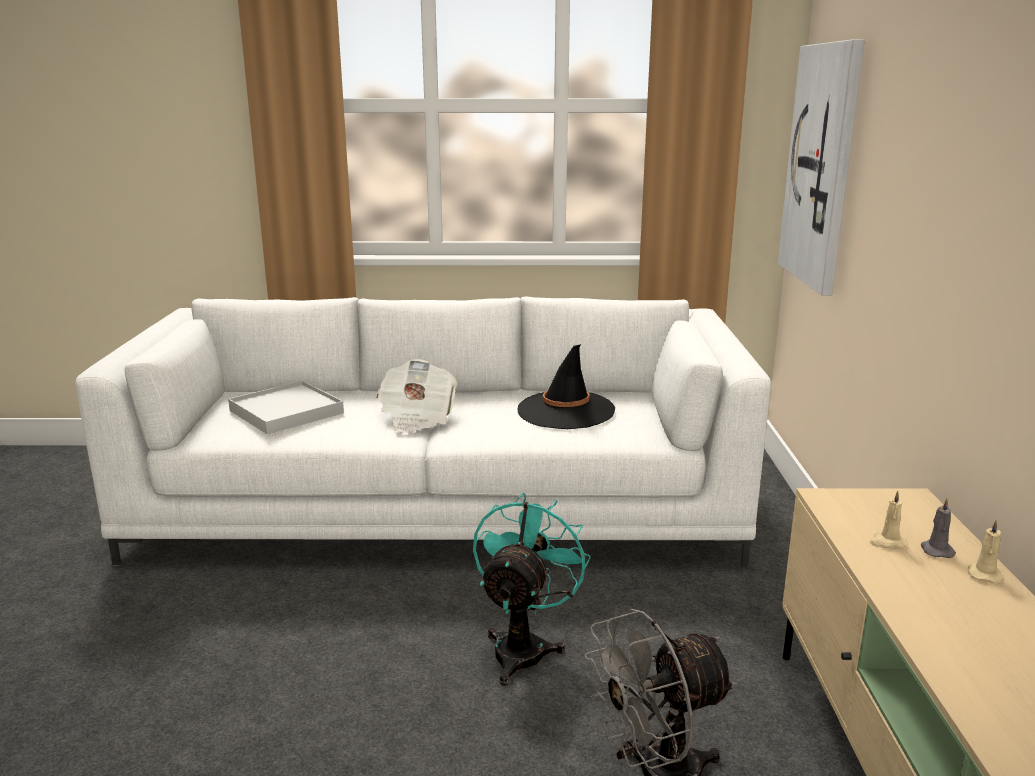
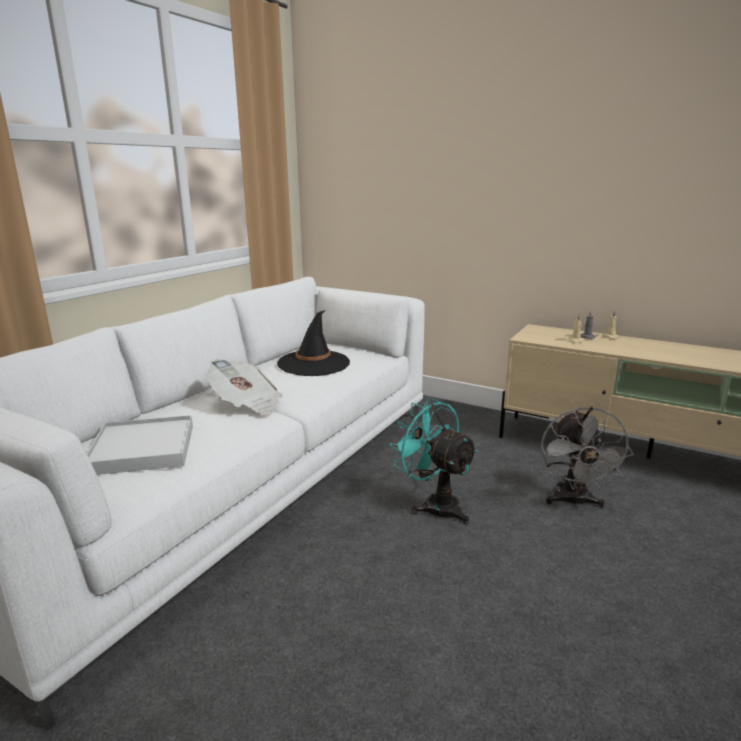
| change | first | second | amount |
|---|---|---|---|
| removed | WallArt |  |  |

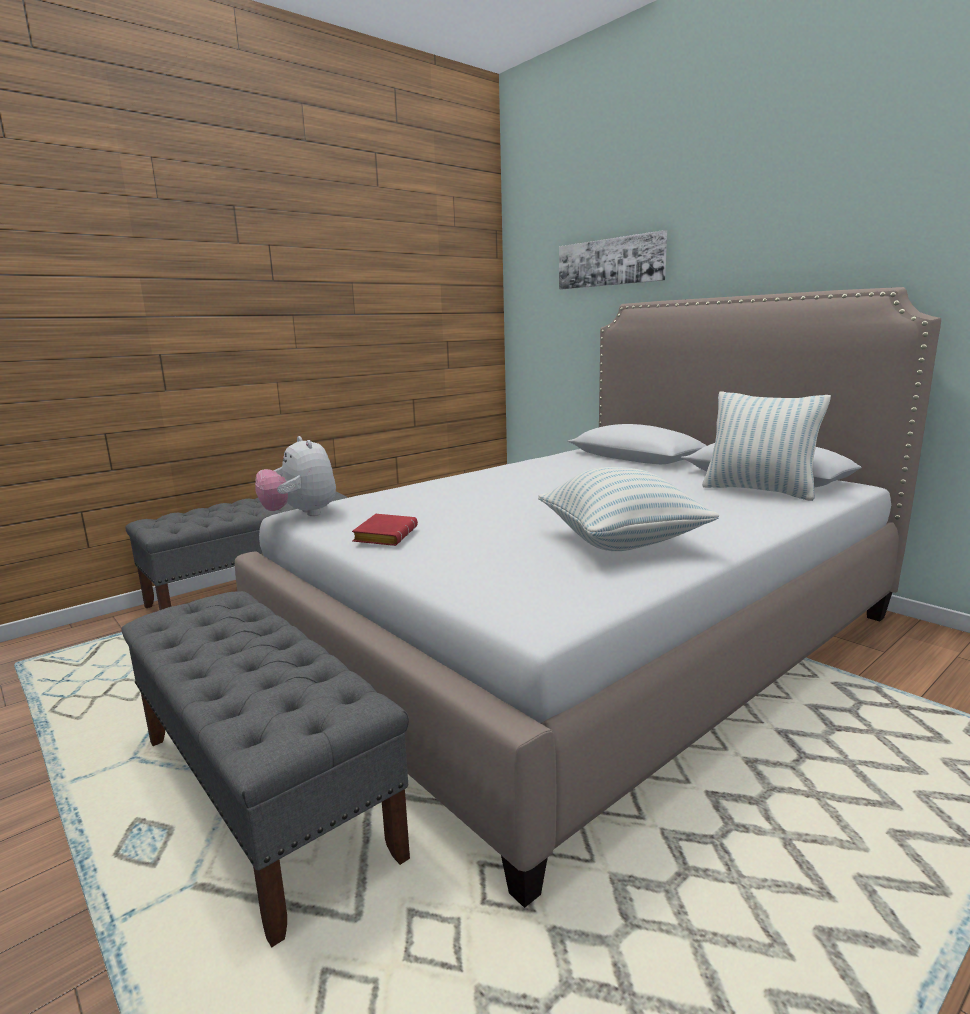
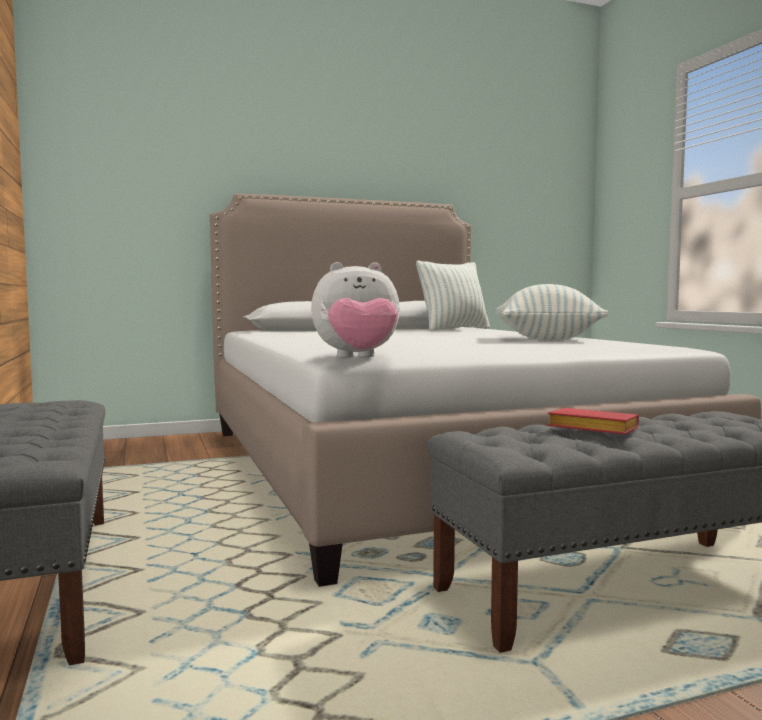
| change | first | second | amount |
|---|---|---|---|
| moved | RedColouredVolume |  |  |
| removed | WallArt |  |  |

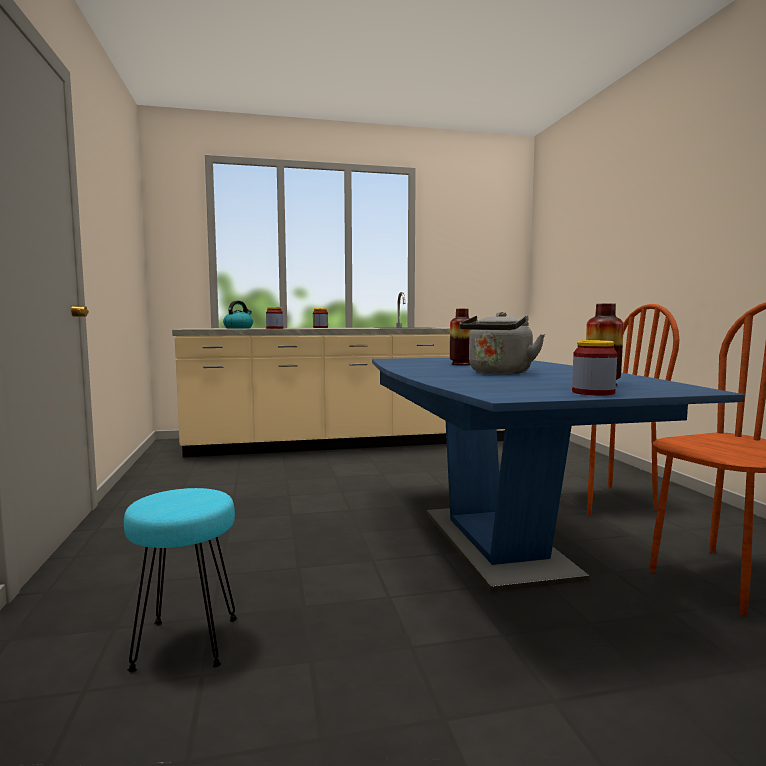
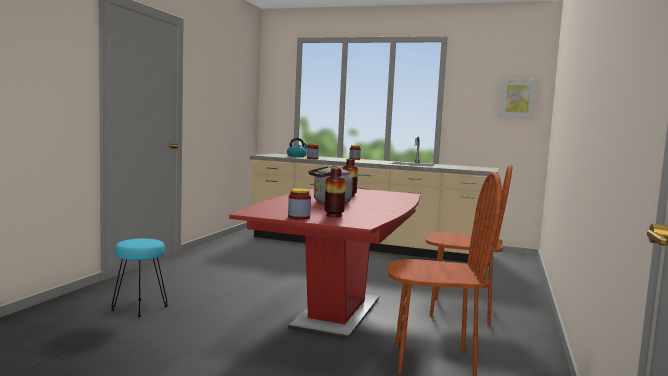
| change | first | second | amount |
|---|---|---|---|
| recoloured | BlueColouredDiningTable | RedColouredDiningTable |  |
| added |  | WallArt |  |

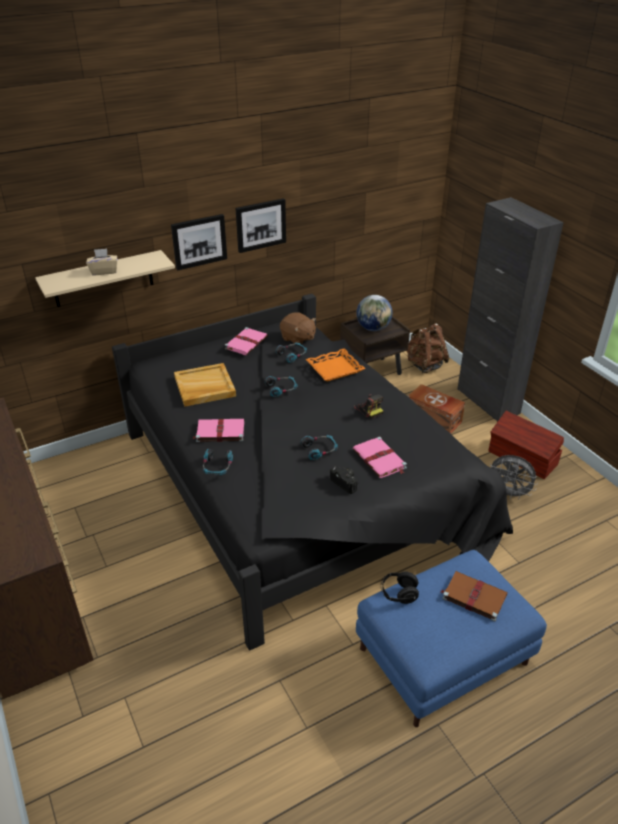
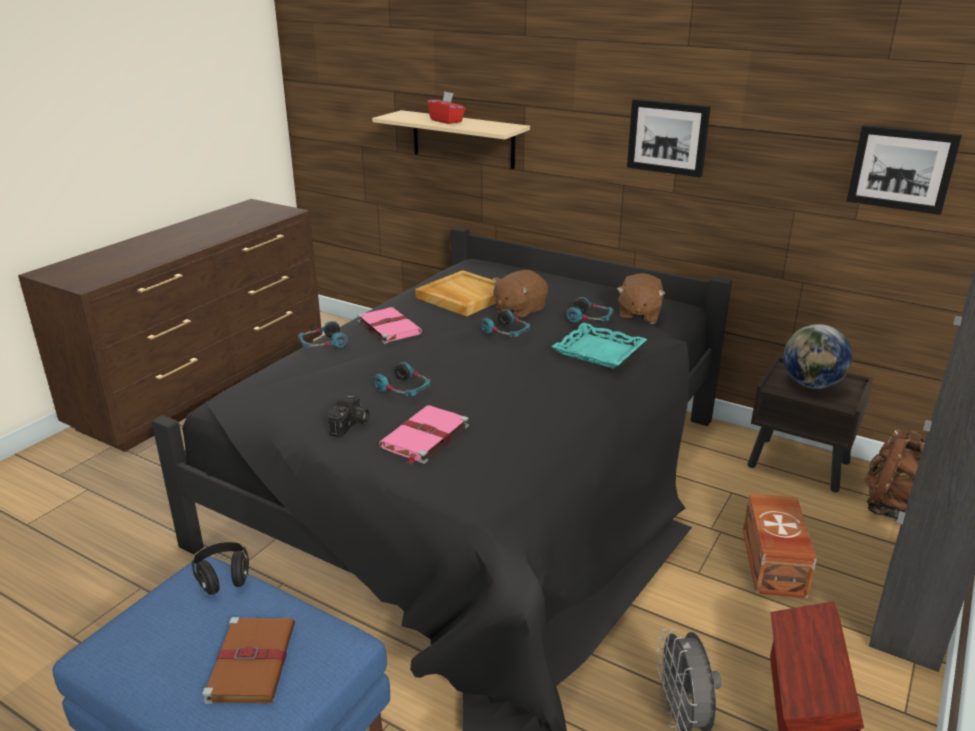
| change | first | second | amount |
|---|---|---|---|
| recoloured | BeigeTissueHolder | RedColouredTissueHolder |  |
| added |  | BrownCuddlyToy (1st from left) |  |
| recoloured | OrangeColouredCarryingTray | BlueGreenCarryingTray |  |
| moved | WallArt (1st from left in the first image) | WallArt (2nd from left) |  |
| removed | PinkishVolume (2nd from left) |  |  |
| removed | PhotoCamera (2nd from left) |  |  |

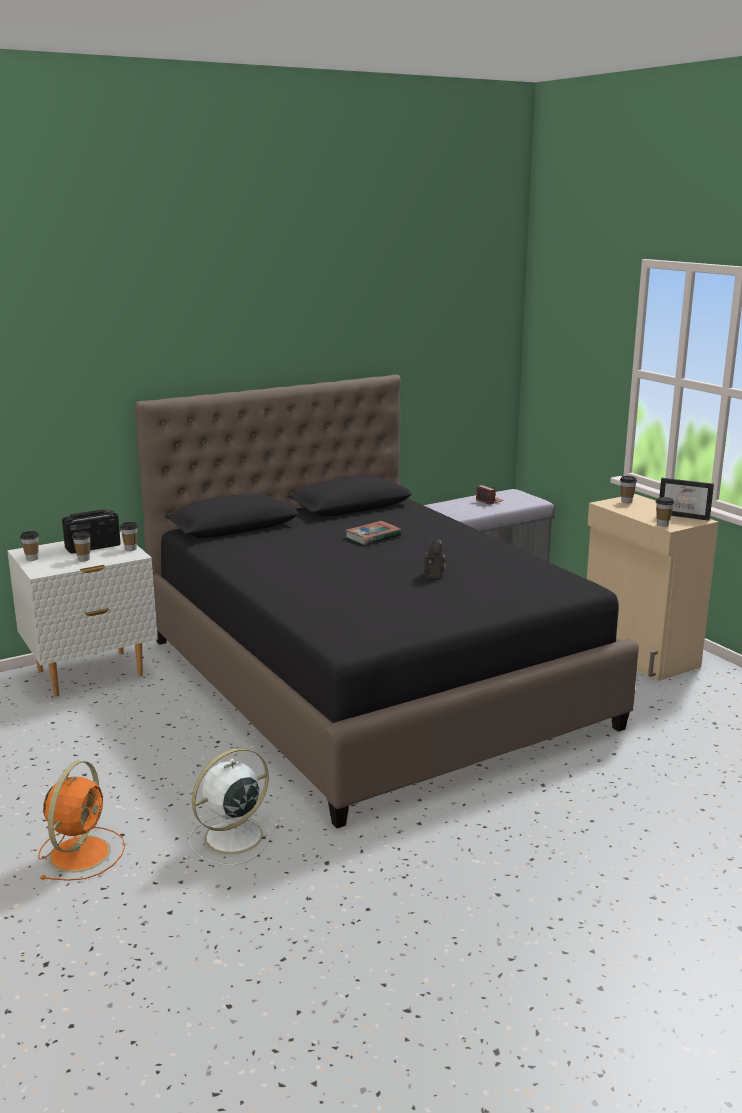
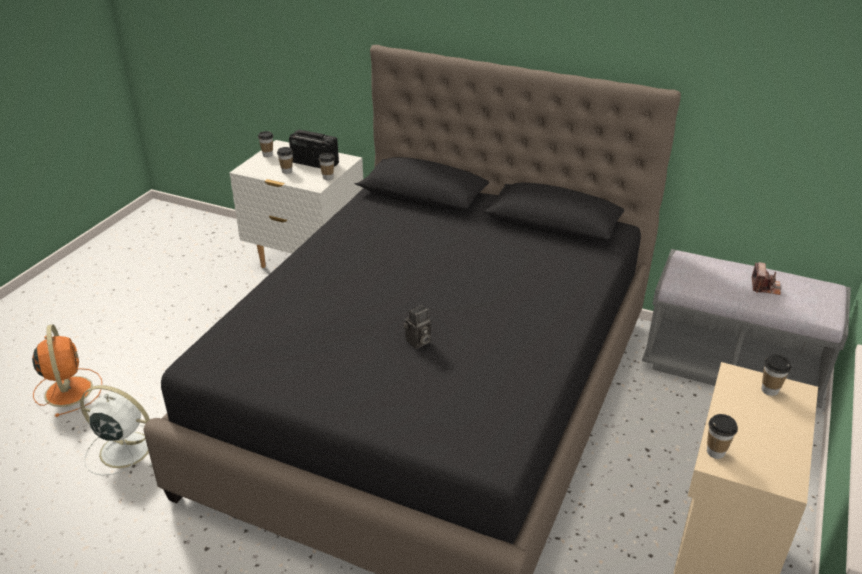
| change | first | second | amount |
|---|---|---|---|
| turned | OrangeColouredElectricFan |  | 90 degrees counterclockwise |
| removed | Volume |  |  |
| removed | PhotoFrame |  |  |

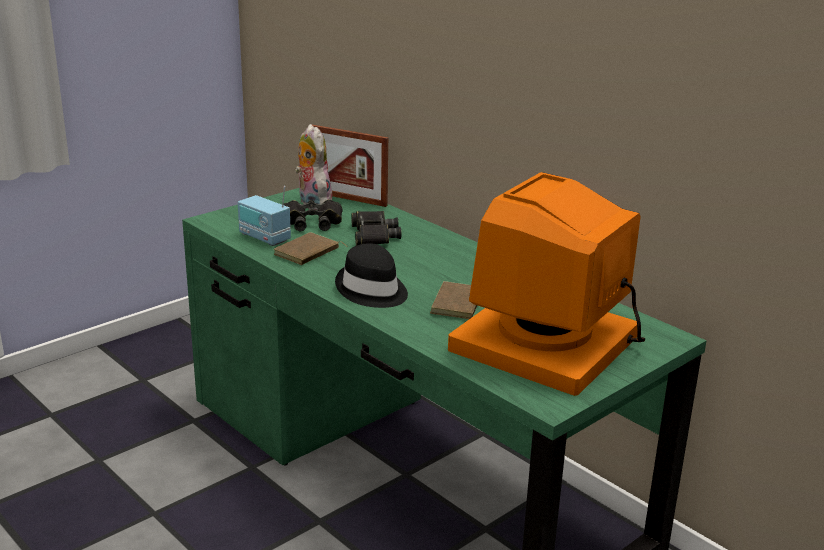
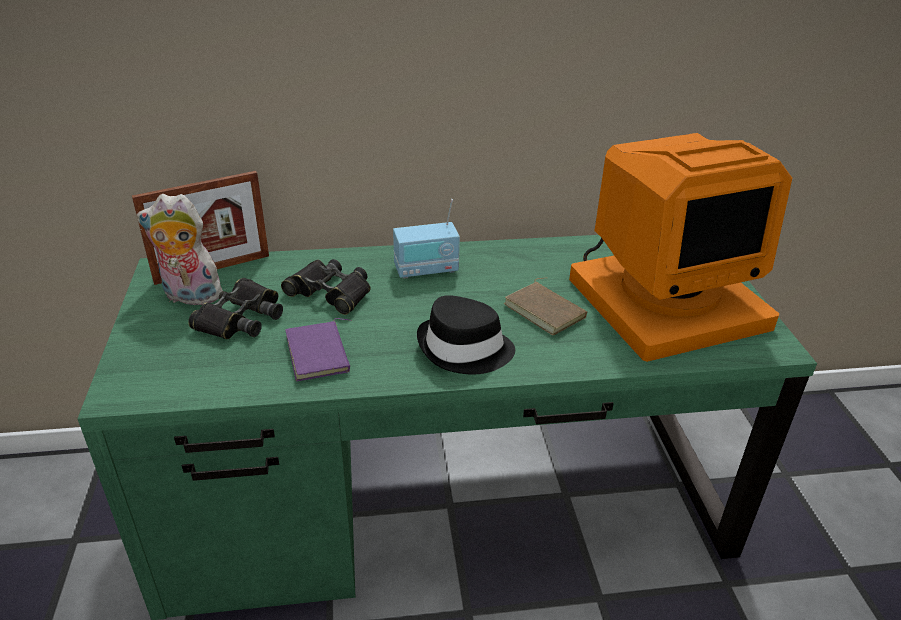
| change | first | second | amount |
|---|---|---|---|
| recoloured | BrownVolume (1st from left) | PurplishVolume |  |
| moved | RadioSet |  |  |
| turned | Monitor |  | 90 degrees counterclockwise |

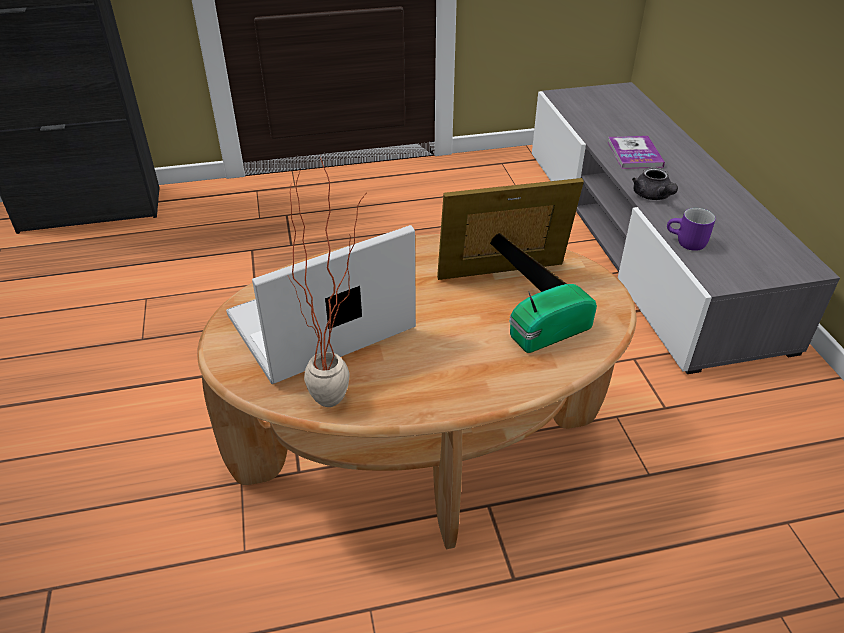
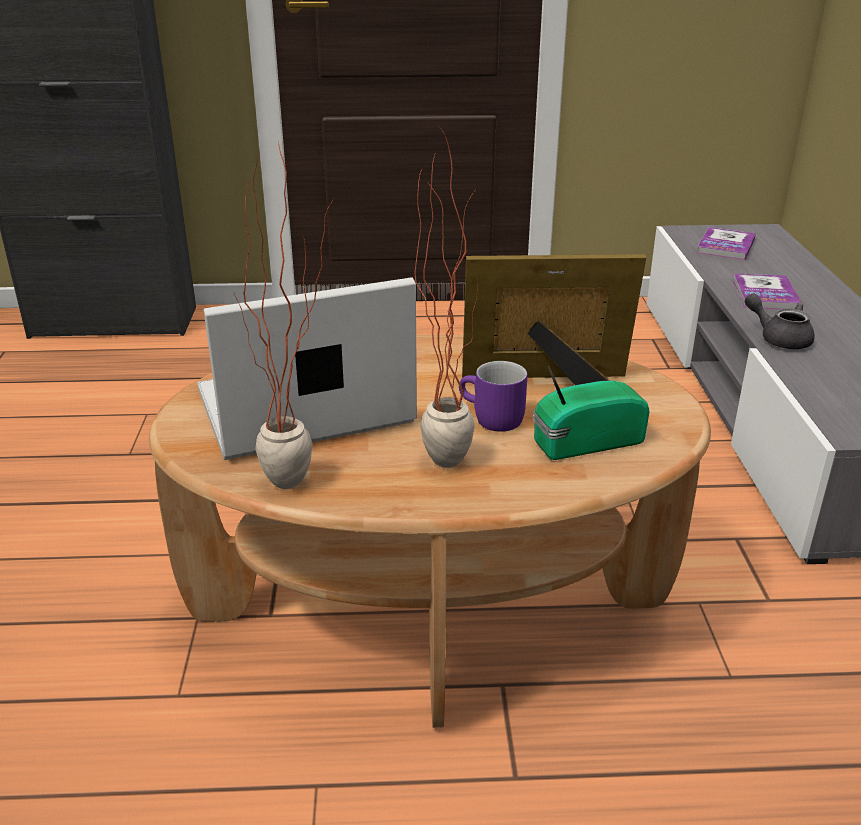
| change | first | second | amount |
|---|---|---|---|
| added |  | PlantInAPot (2nd from left) |  |
| moved | PurplishTeaMug |  |  |
| added |  | Volume (1st from left) |  |
| turned | GrayTeaPot |  | 135 degrees clockwise |

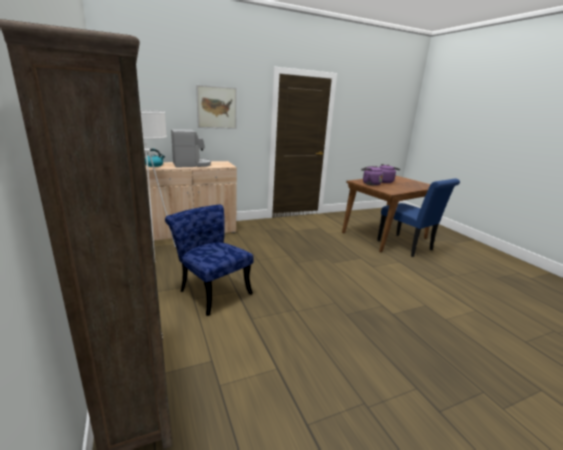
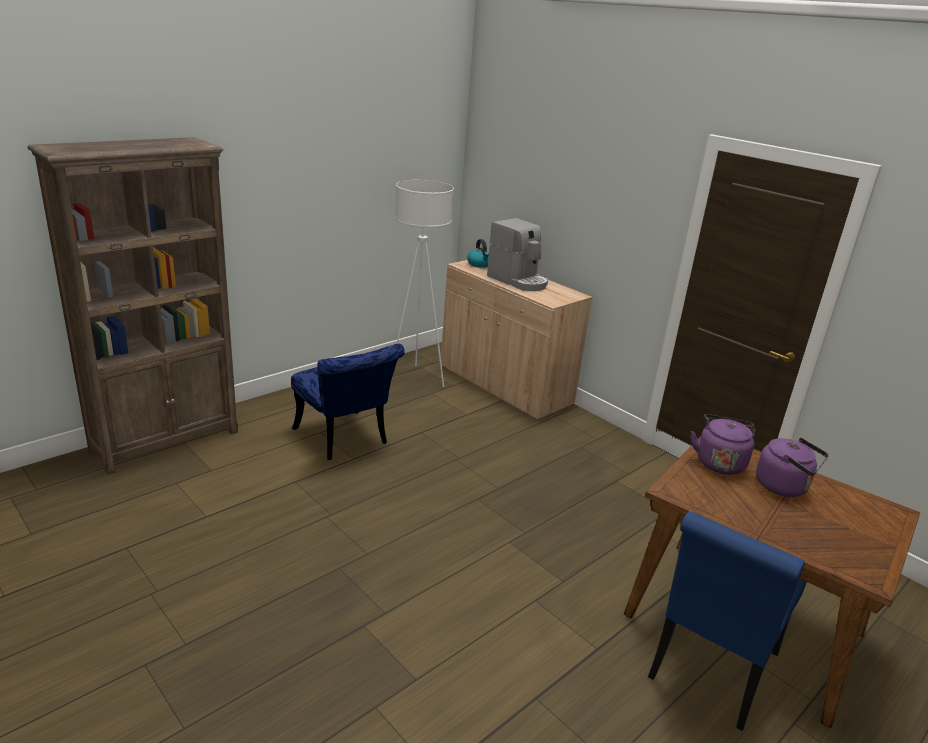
| change | first | second | amount |
|---|---|---|---|
| turned | BlueColouredPlainChair (1st from left) |  | 120 degrees clockwise |
| removed | WallArt |  |  |

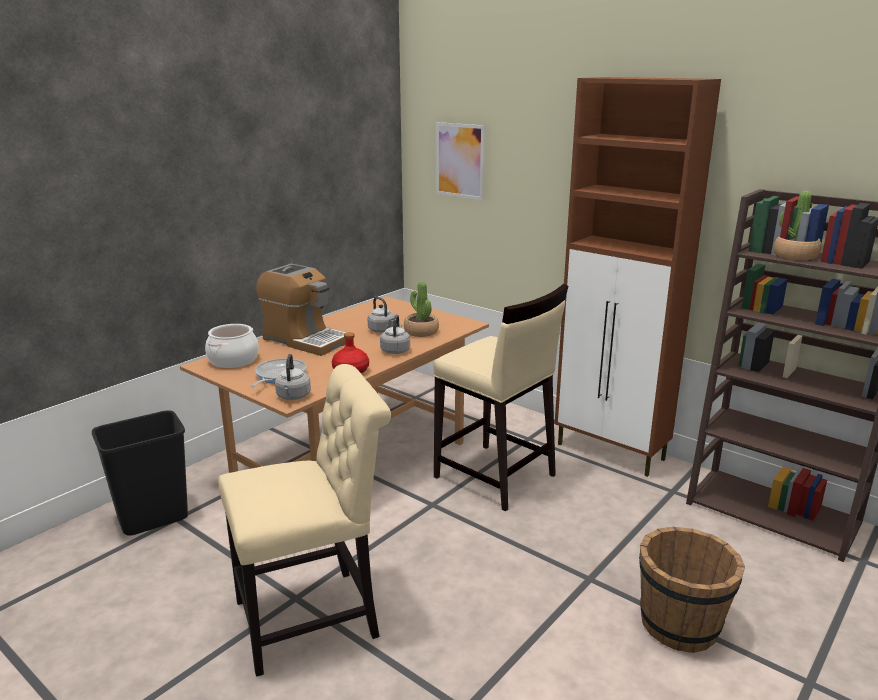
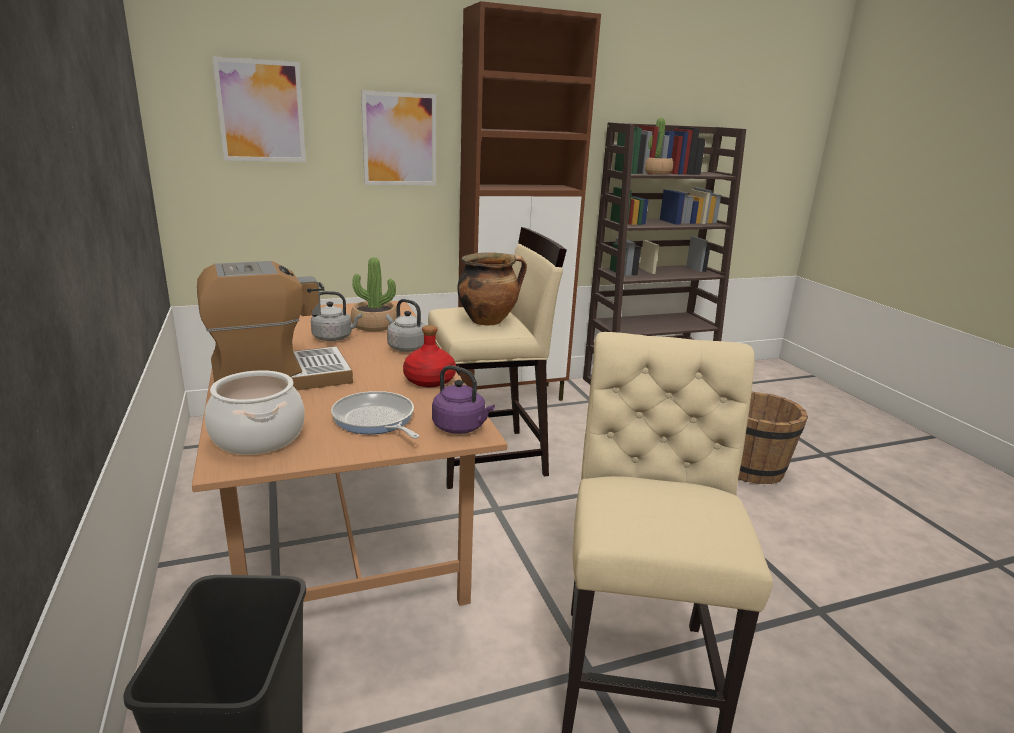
| change | first | second | amount |
|---|---|---|---|
| added |  | WallArt (2nd from left) |  |
| recoloured | GrayWaterKettle (1st from left) | PurplishWaterKettle |  |
| added |  | Stockpot (2nd from left) |  |

